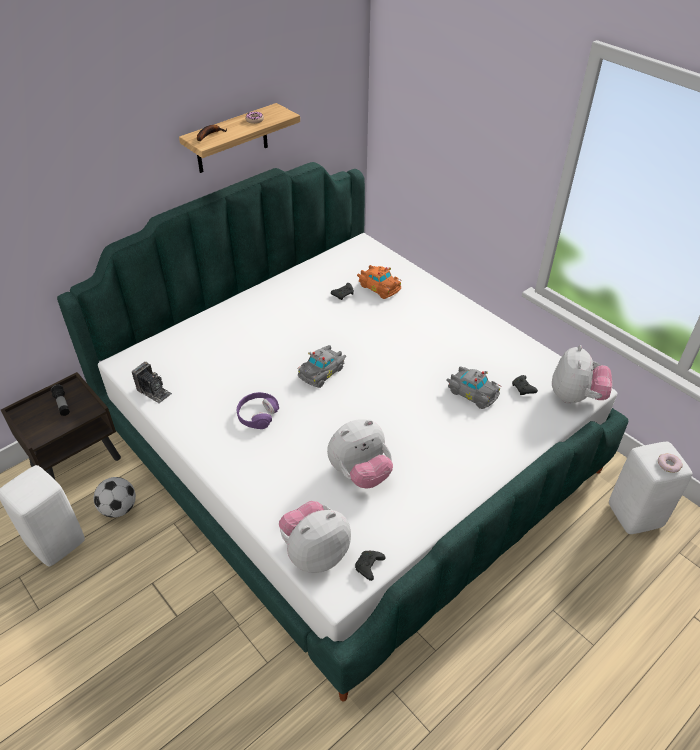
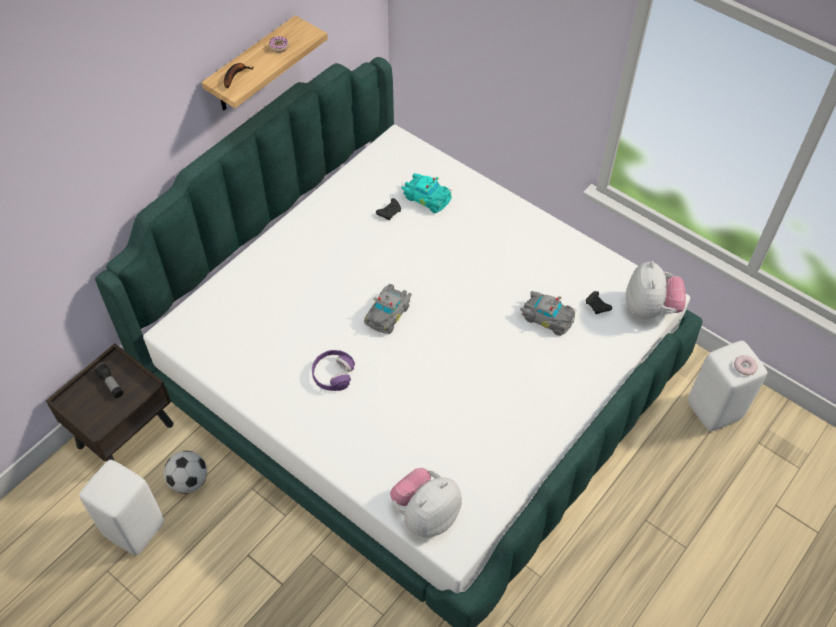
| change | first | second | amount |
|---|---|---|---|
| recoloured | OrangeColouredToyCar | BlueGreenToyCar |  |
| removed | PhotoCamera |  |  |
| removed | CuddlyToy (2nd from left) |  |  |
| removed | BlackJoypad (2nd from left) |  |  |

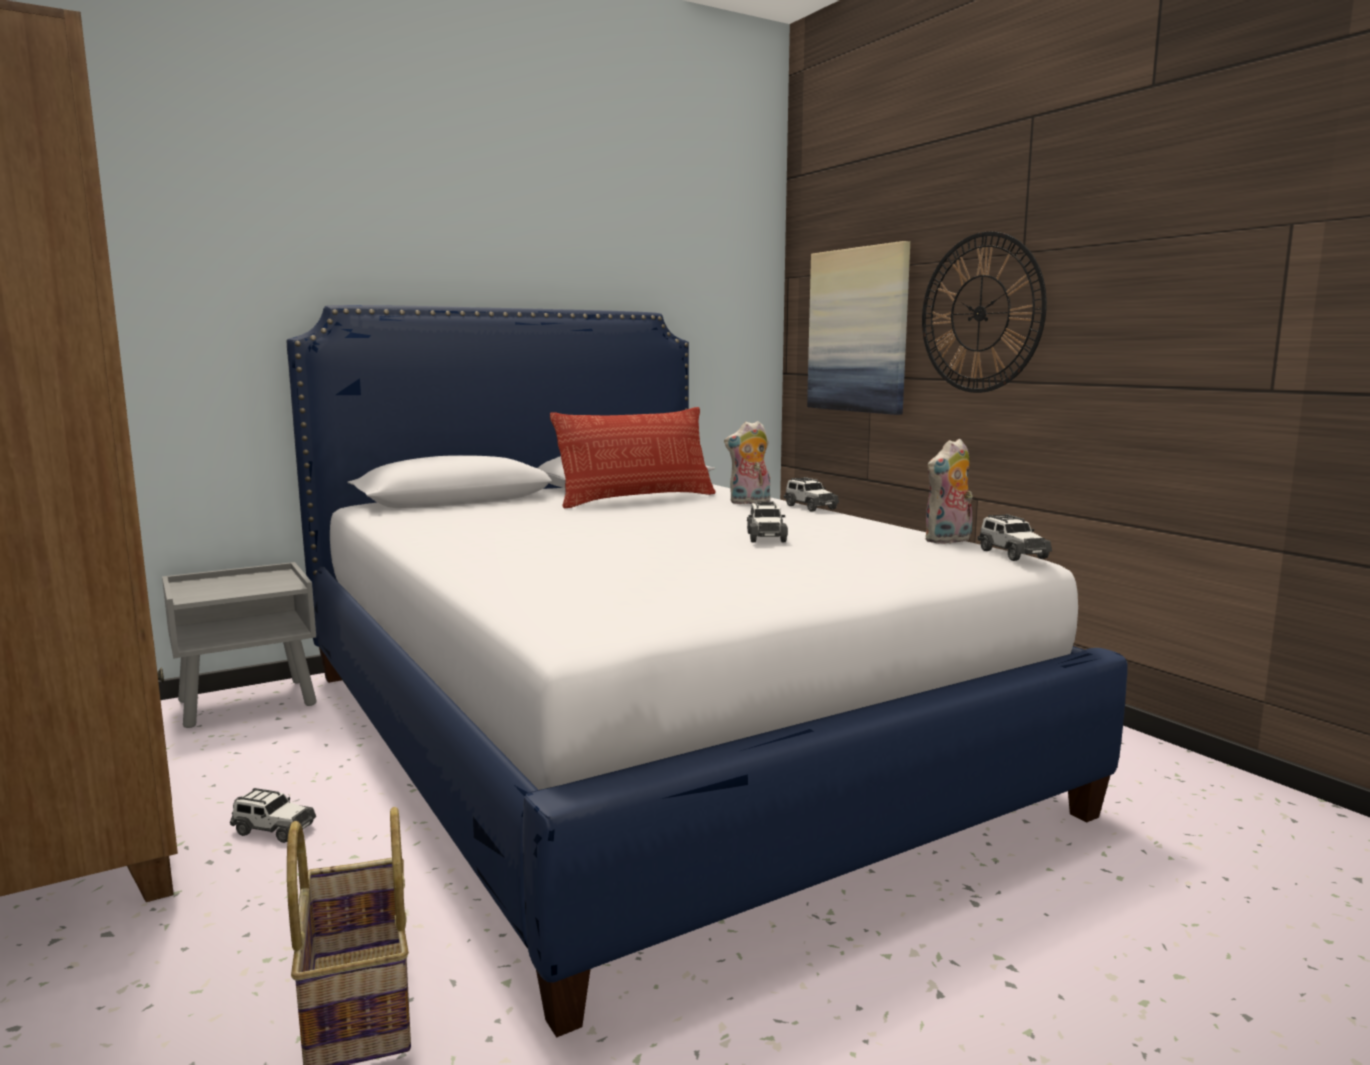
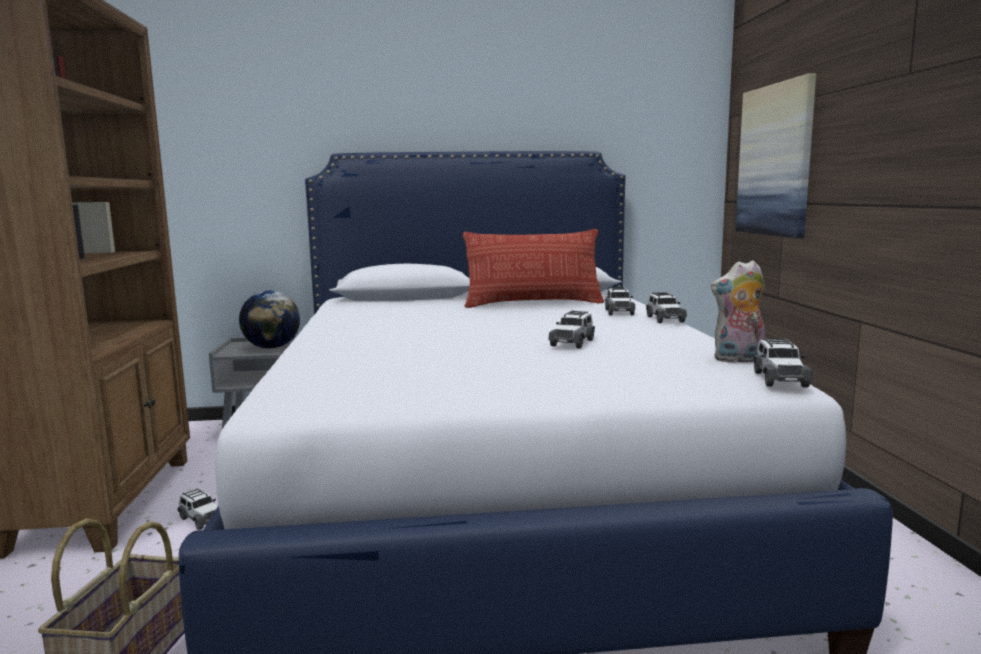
| change | first | second | amount |
|---|---|---|---|
| added |  | DeskGlobe |  |
| replaced | CuddlyToy (1st from left) | ToyCar (3rd from left) |  |
| removed | ClockOnTheWall |  |  |

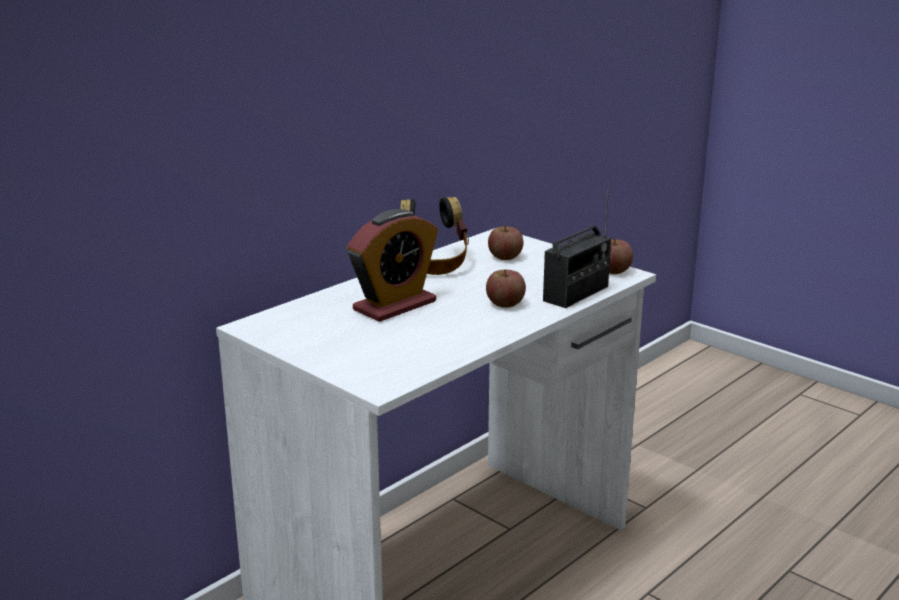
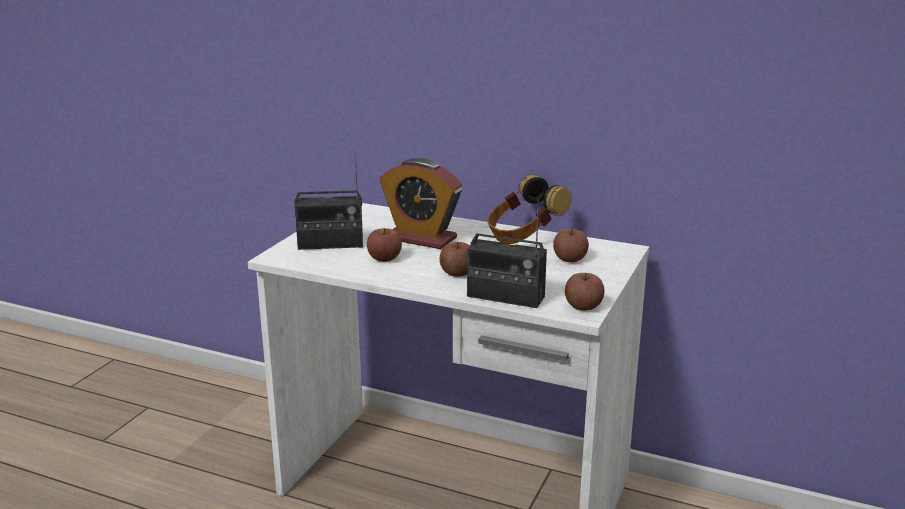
| change | first | second | amount |
|---|---|---|---|
| added |  | RadioSet (1st from left) |  |
| added |  | WholeApple (1st from left) |  |

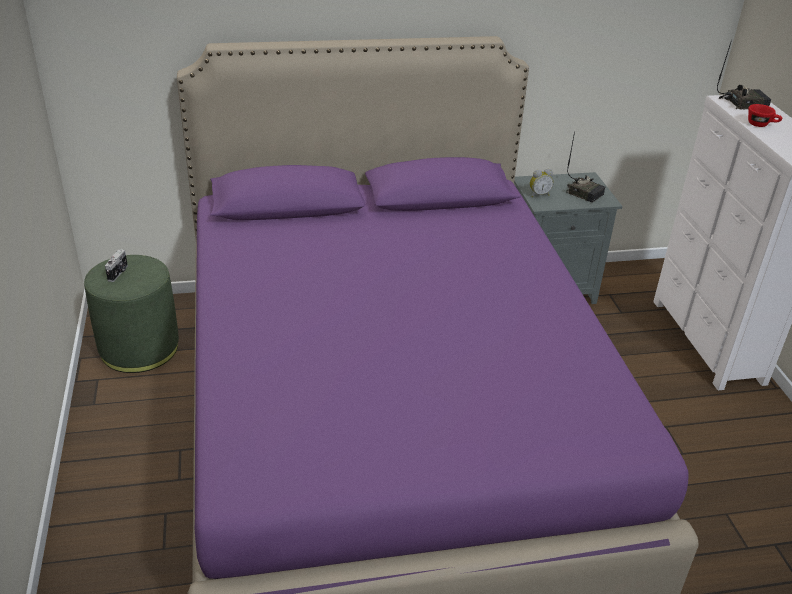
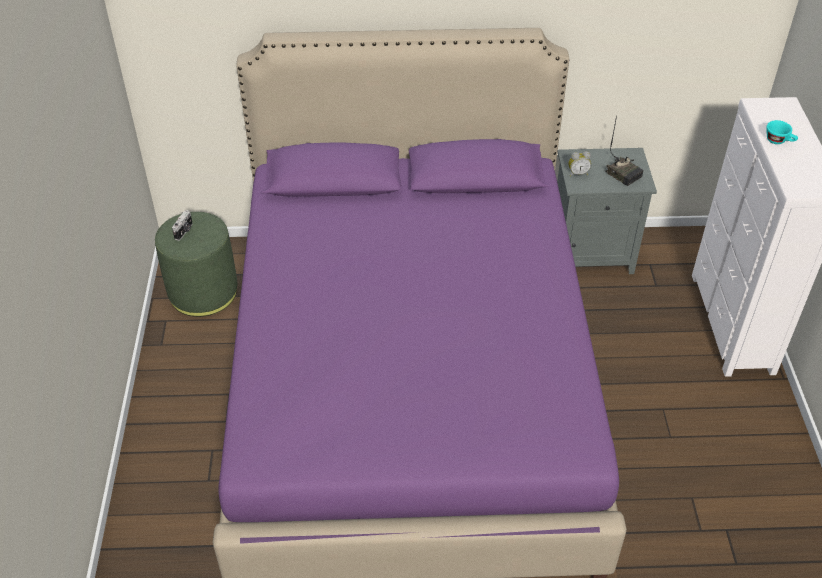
| change | first | second | amount |
|---|---|---|---|
| recoloured | RedColouredDrinkingCup | BlueGreenDrinkingCup |  |
| removed | RadioSet (2nd from left) |  |  |

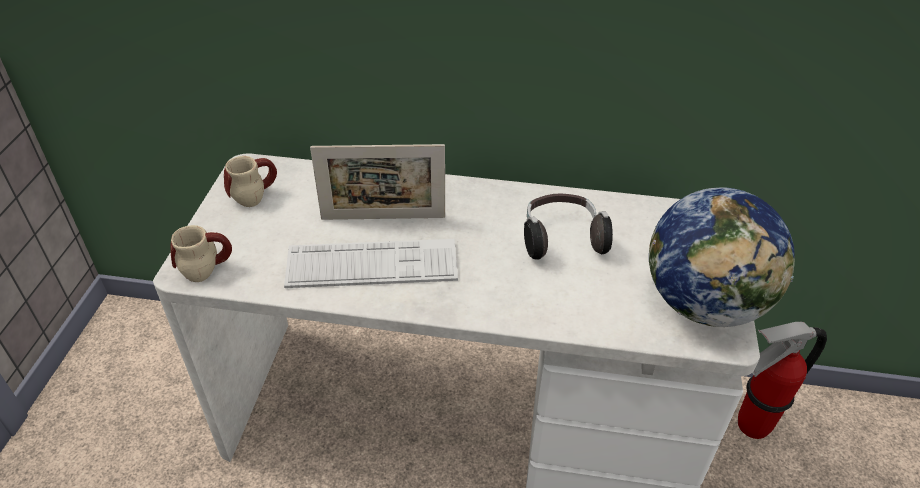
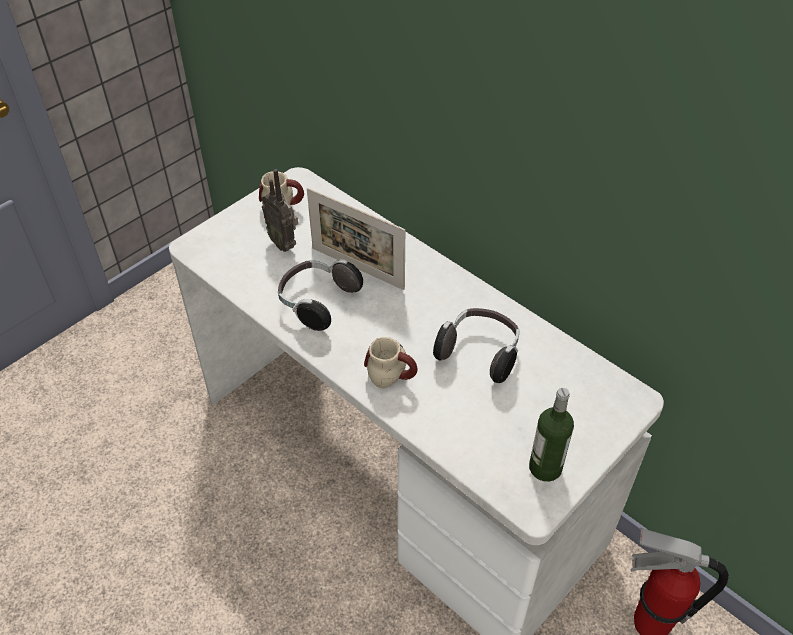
| change | first | second | amount |
|---|---|---|---|
| added |  | RadioSet |  |
| replaced | PcKeyboard | Headphones (1st from left) |  |
| moved | TeaMug (1st from left in the first image) | TeaMug (2nd from left) |  |
| replaced | DeskGlobe | DrinkBottle |  |

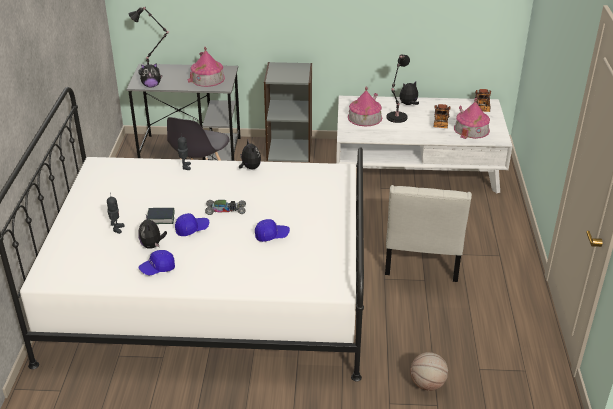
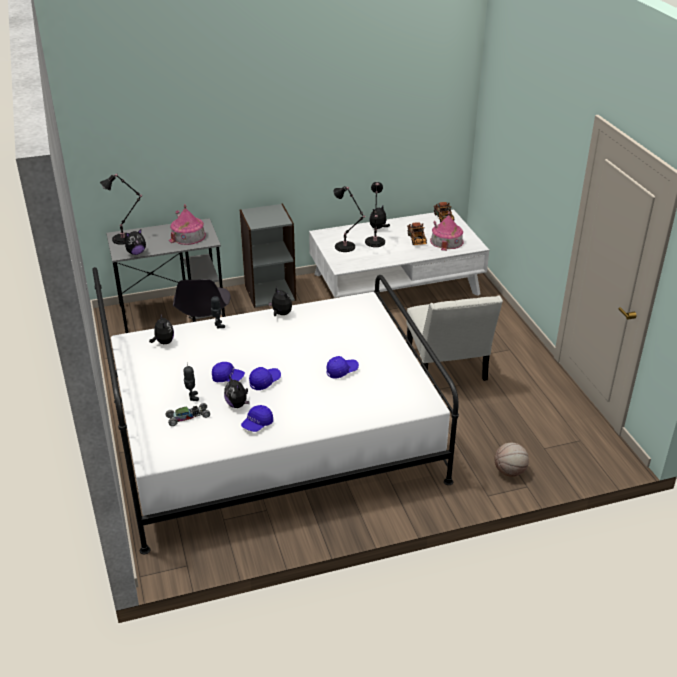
| change | first | second | amount |
|---|---|---|---|
| added |  | CuddlyToy (2nd from left) |  |
| moved | ToyCar |  |  |
| replaced | Volume | BlueColouredBaseballCap (1st from left) |  |
| replaced | ToyHouse (2nd from left) | BlackLampForATable (2nd from left) |  |

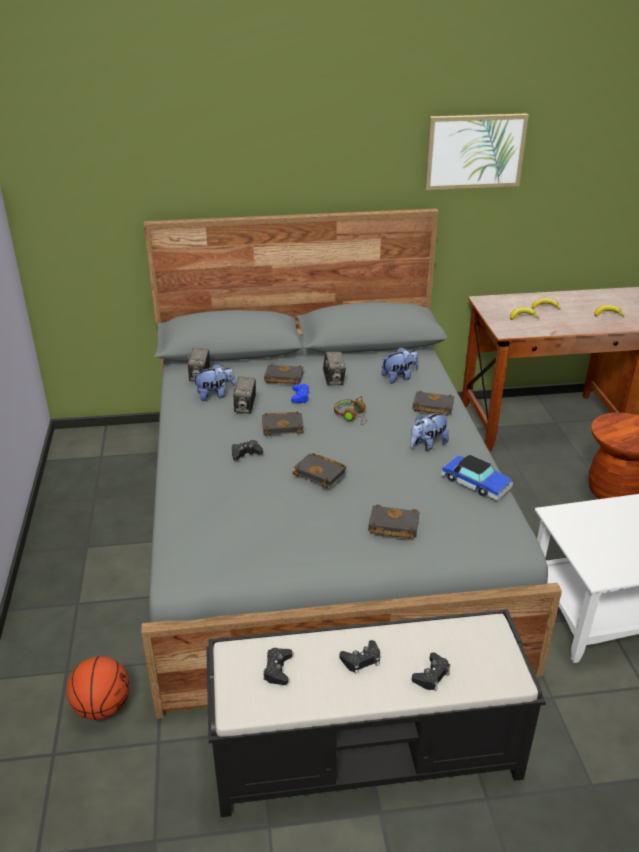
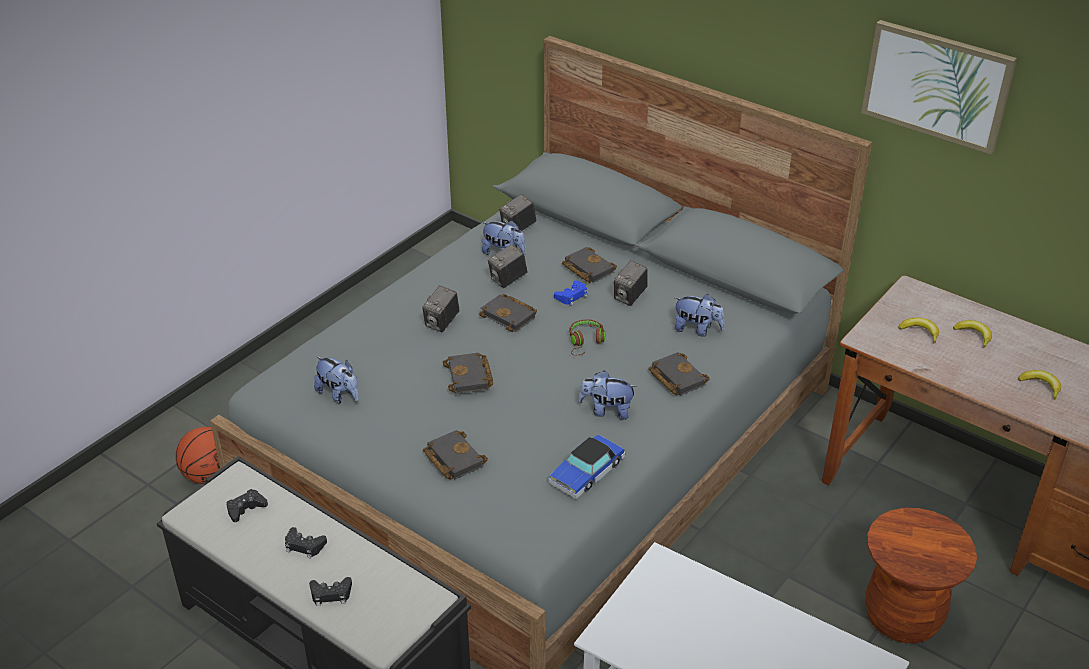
| change | first | second | amount |
|---|---|---|---|
| added |  | CuddlyToy (1st from left) |  |
| replaced | BlackJoypad (1st from left) | PhotoCamera (1st from left) |  |
| turned | ToyCar |  | 45 degrees clockwise |

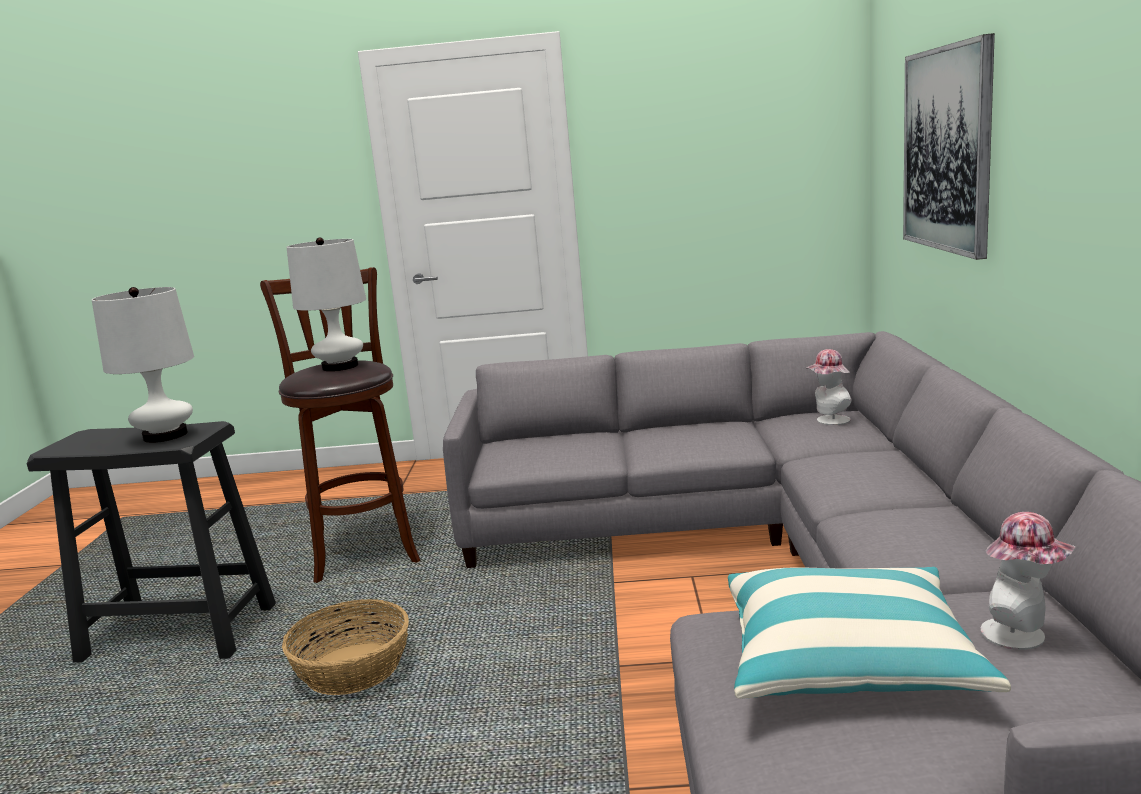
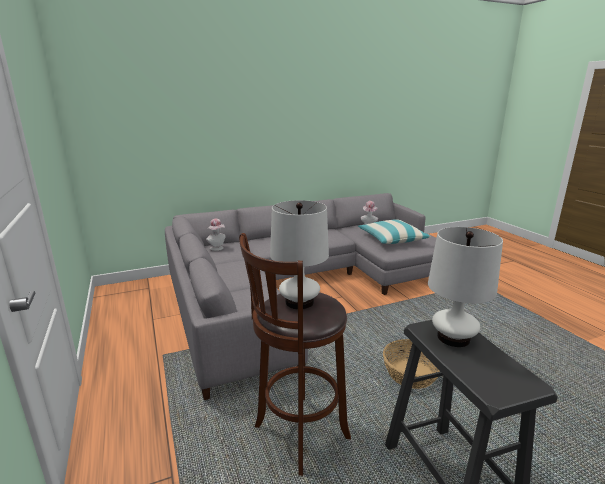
| change | first | second | amount |
|---|---|---|---|
| removed | WallArt |  |  |

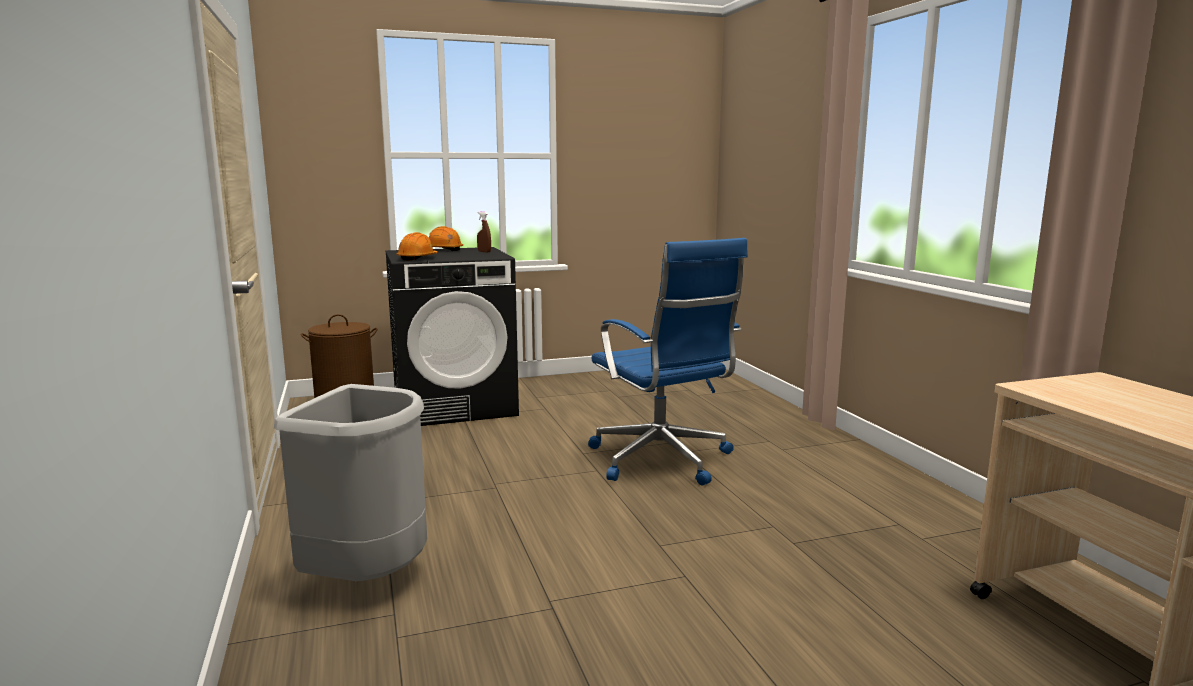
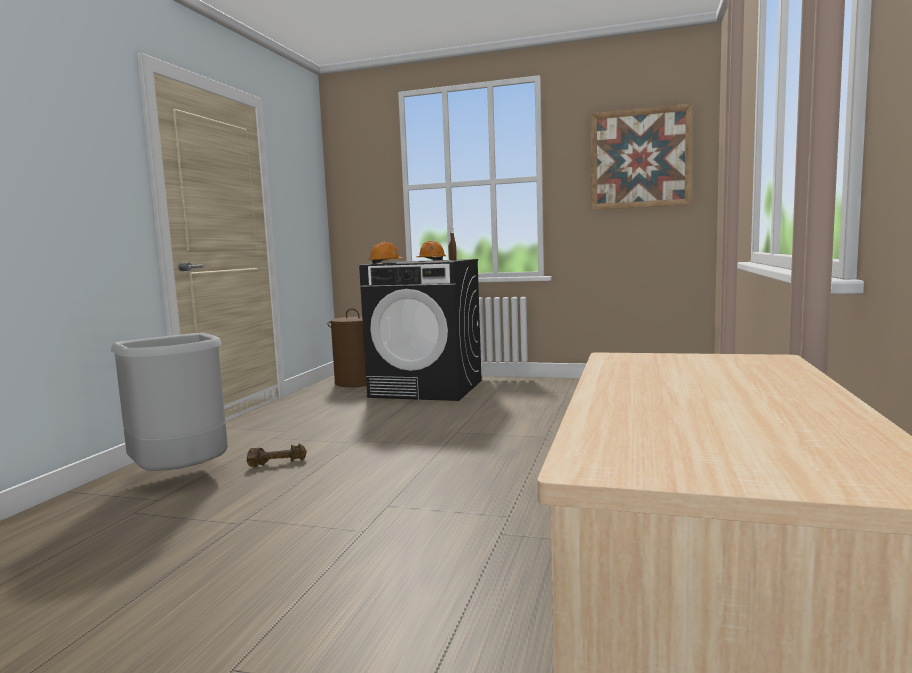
| change | first | second | amount |
|---|---|---|---|
| added |  | BrownDumbbell |  |
| added |  | WallArt |  |
| removed | BlueColouredOfficeChair |  |  |

